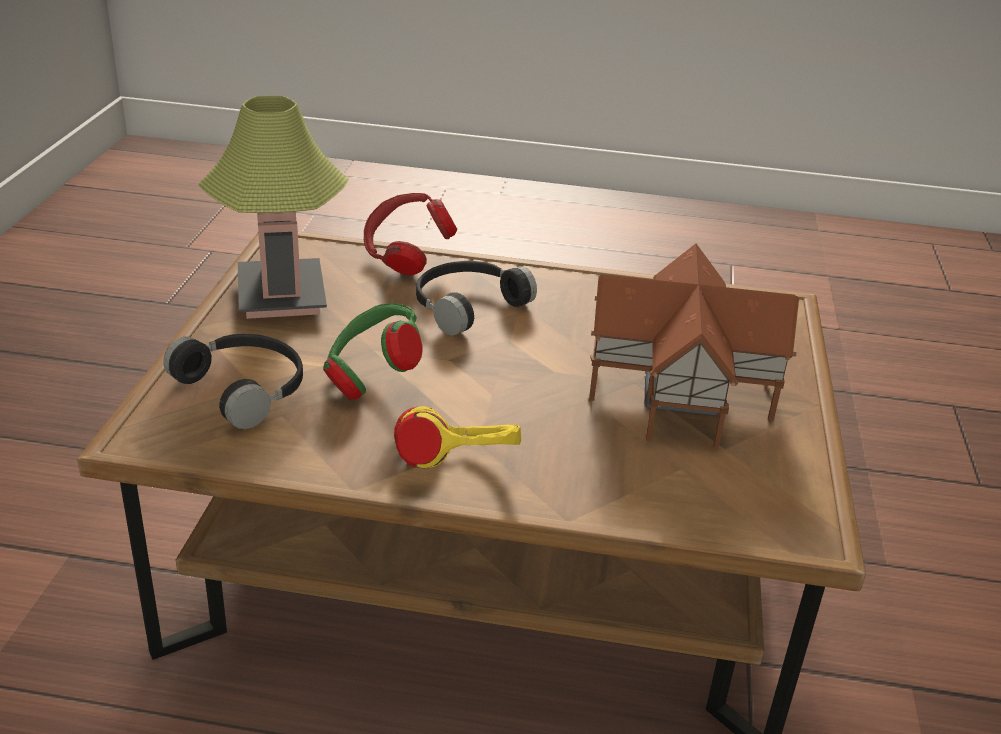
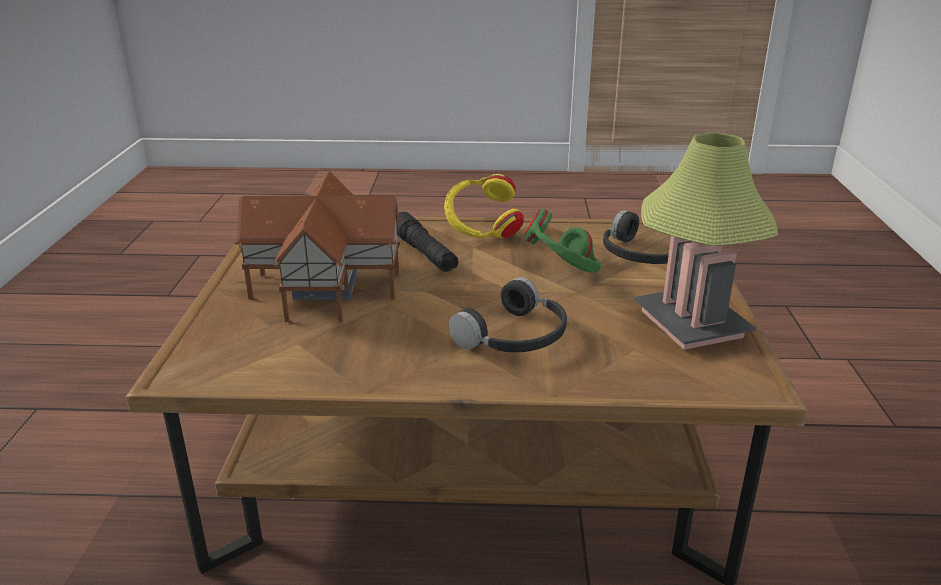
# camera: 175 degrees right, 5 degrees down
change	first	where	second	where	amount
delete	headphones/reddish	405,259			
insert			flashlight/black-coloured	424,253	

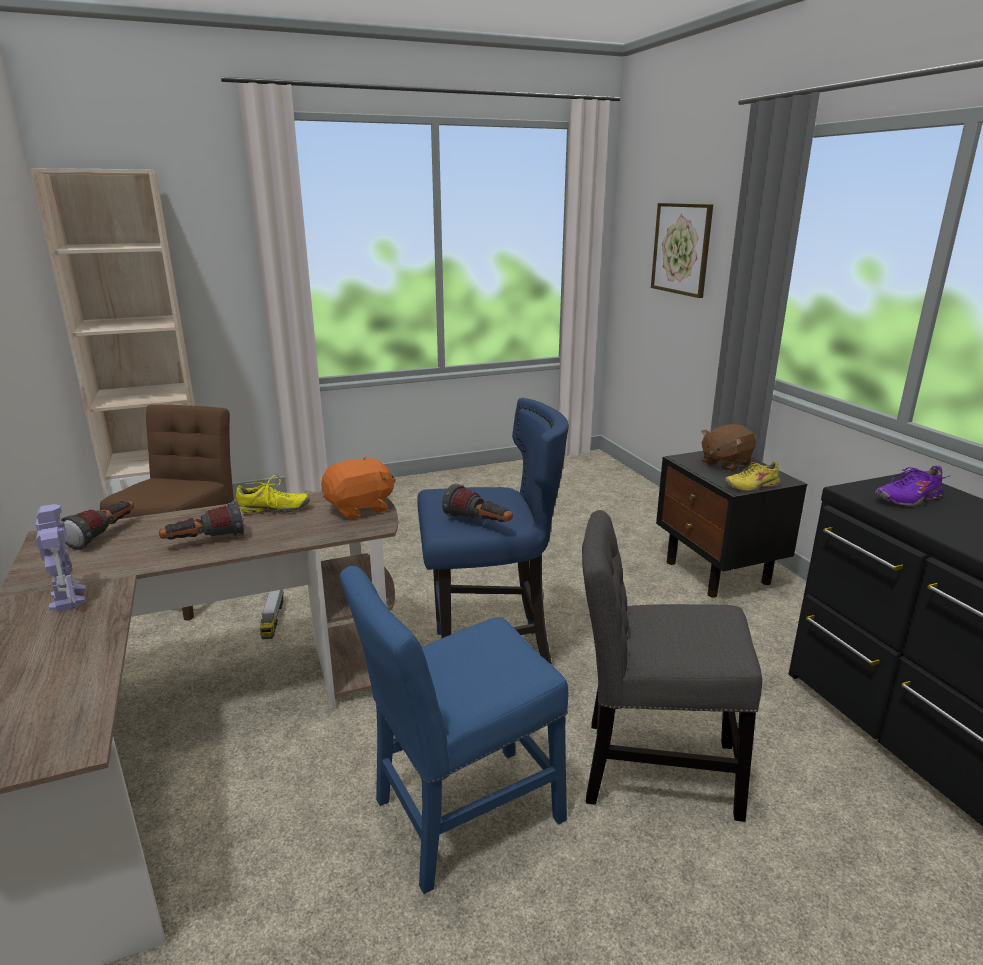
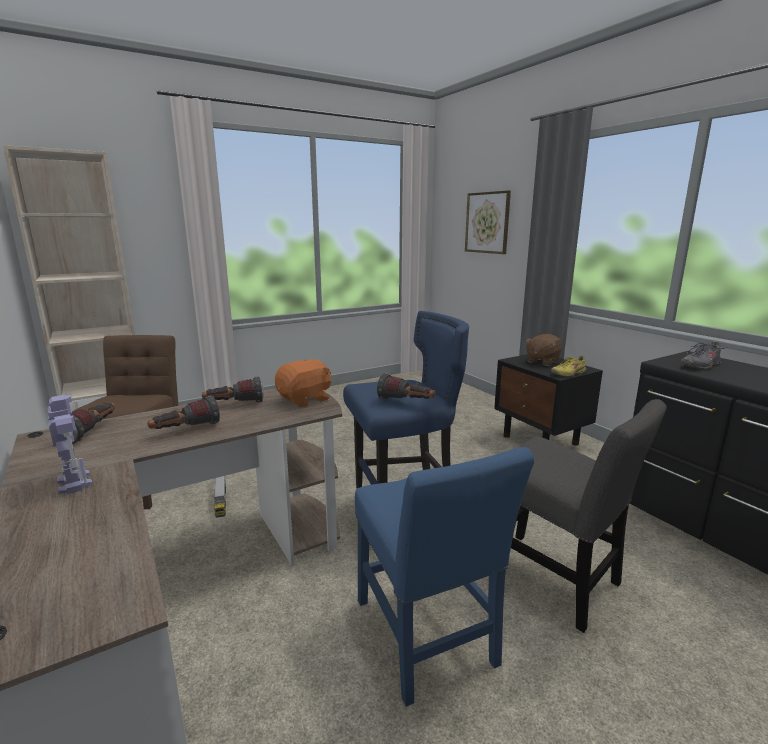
# camera: 10 degrees left, 5 degrees down
change	first	where	second	where	amount
replace	shoe/yellowish	273,510	flashlight	234,404	
recolor	shoe/purplish	907,498	shoe/gray	700,365	
rotate	chair/blue-coloured	460,816		426,638	75 degrees counterclockwise
rotate	chair/gray	650,768		555,580	135 degrees counterclockwise

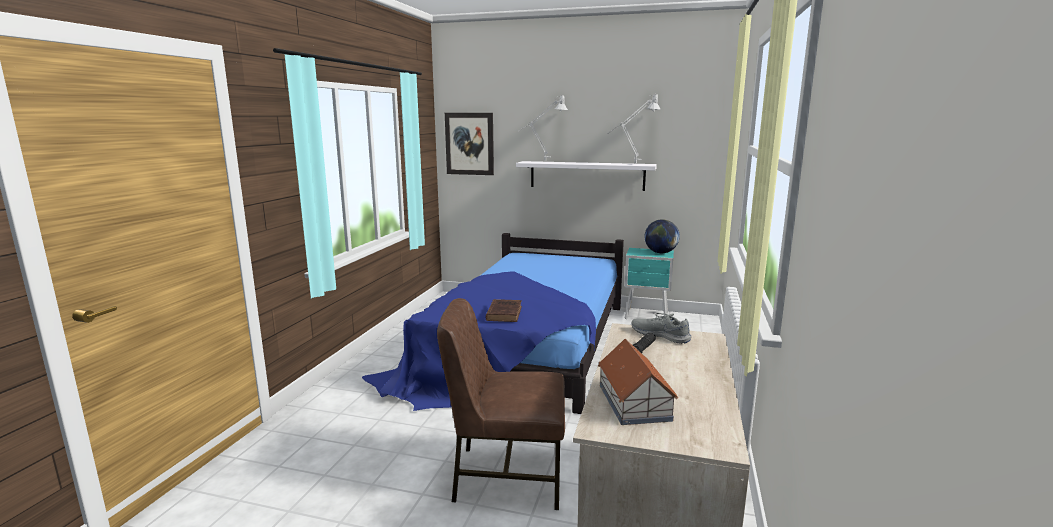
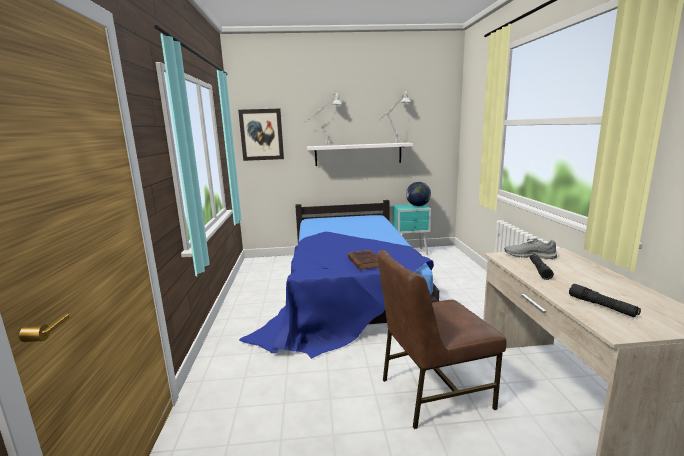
# camera: 20 degrees left, 0 degrees up
change	first	where	second	where	amount
replace	model house	634,403	flashlight/black-coloured	601,306	

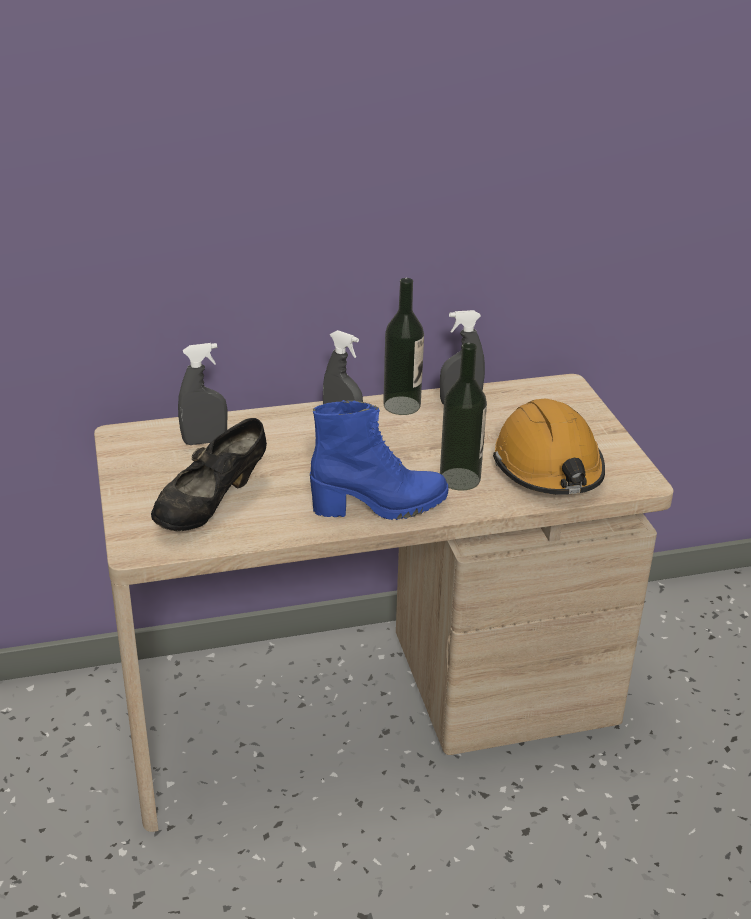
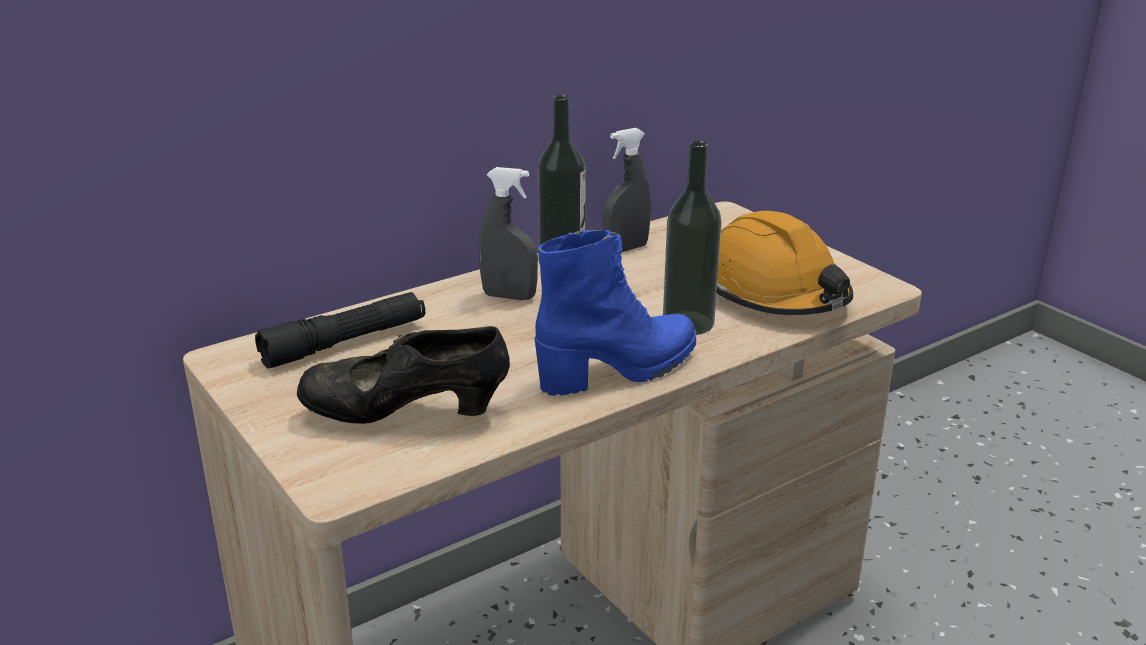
# camera: 20 degrees left, 5 degrees down
change	first	where	second	where	amount
replace	sprayer/gray	205,441	flashlight/black-coloured	345,343	
rotate	shoe/black-coloured	211,506		406,414	75 degrees clockwise

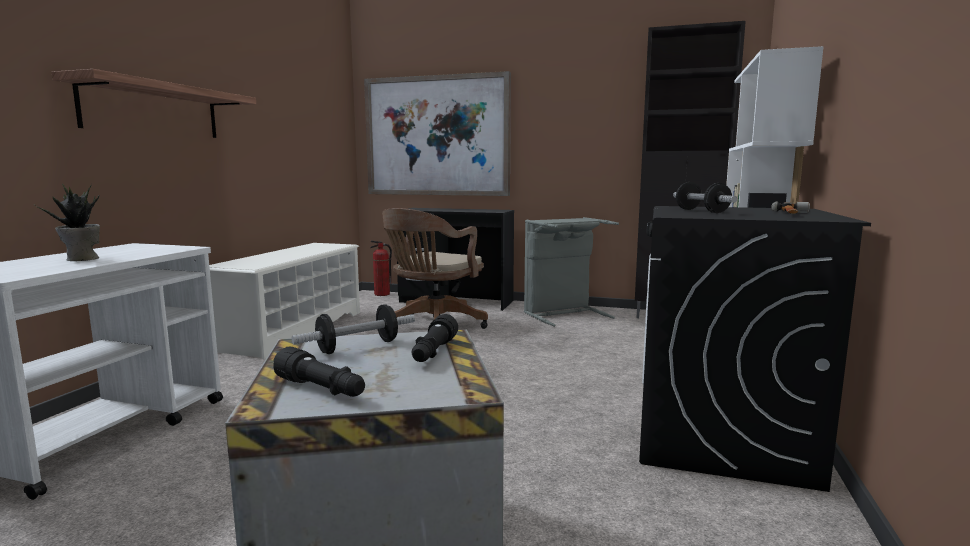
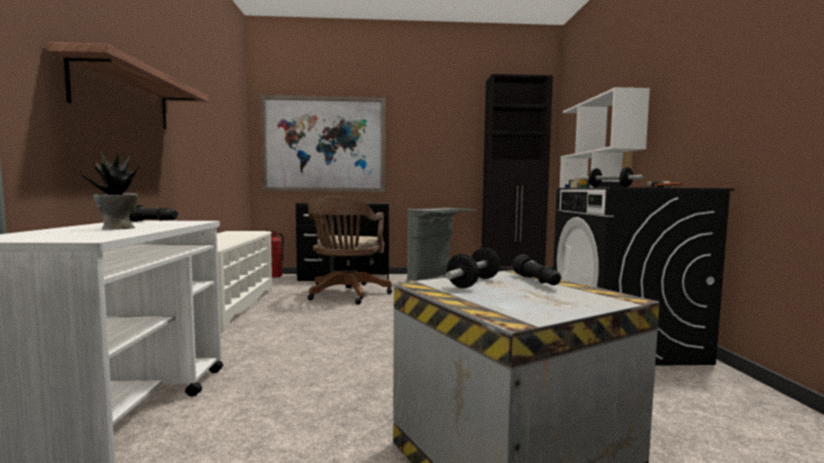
# camera: 20 degrees left, 5 degrees down
change	first	where	second	where	amount
move	flashlight/black-coloured	321,389		151,222	

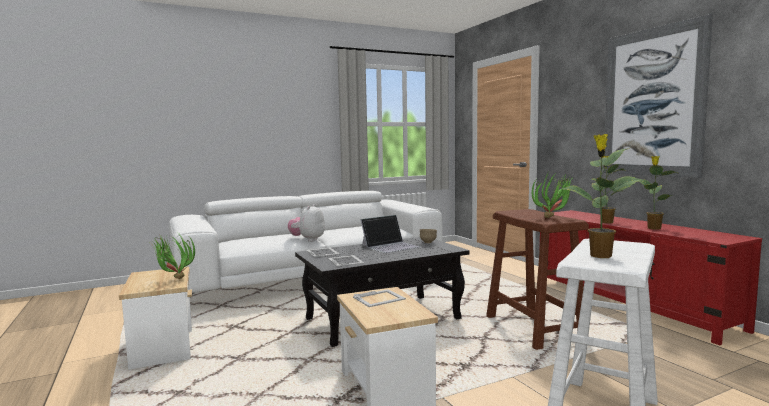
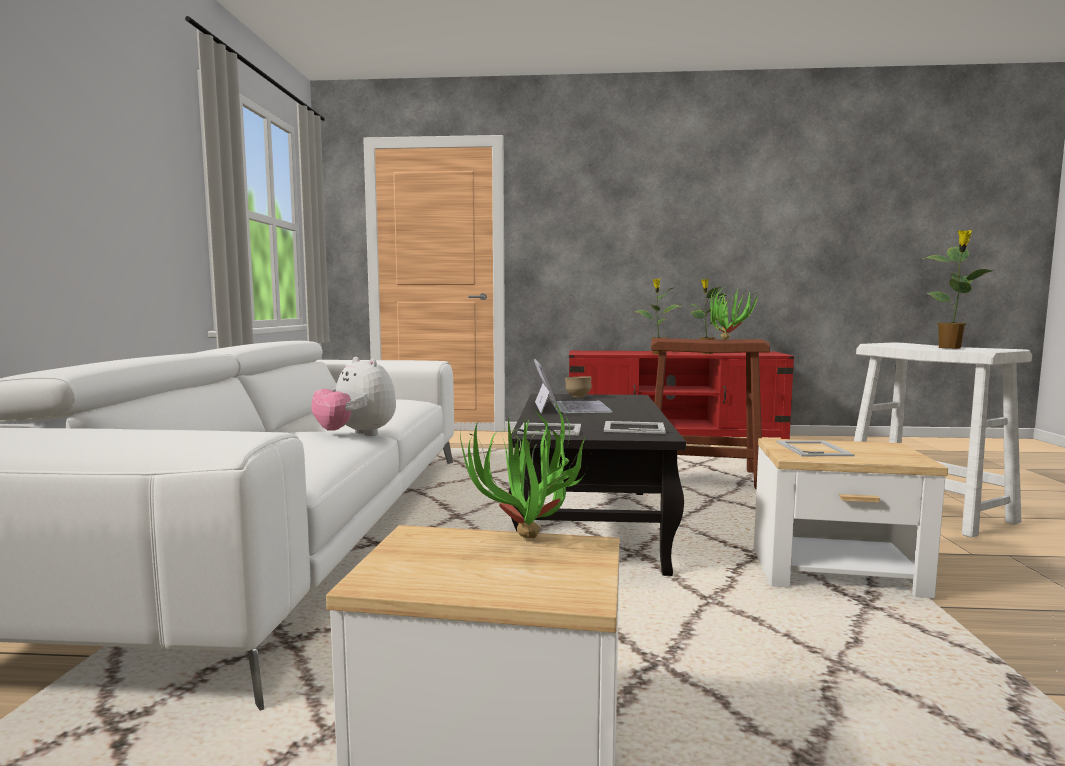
# camera: 60 degrees left, 0 degrees up
change	first	where	second	where	amount
delete	wall art	652,102			

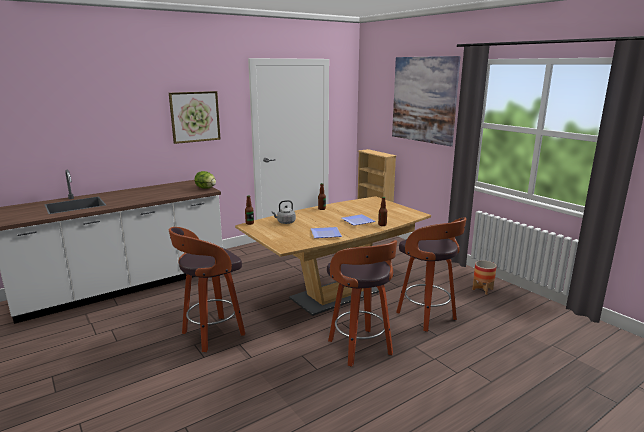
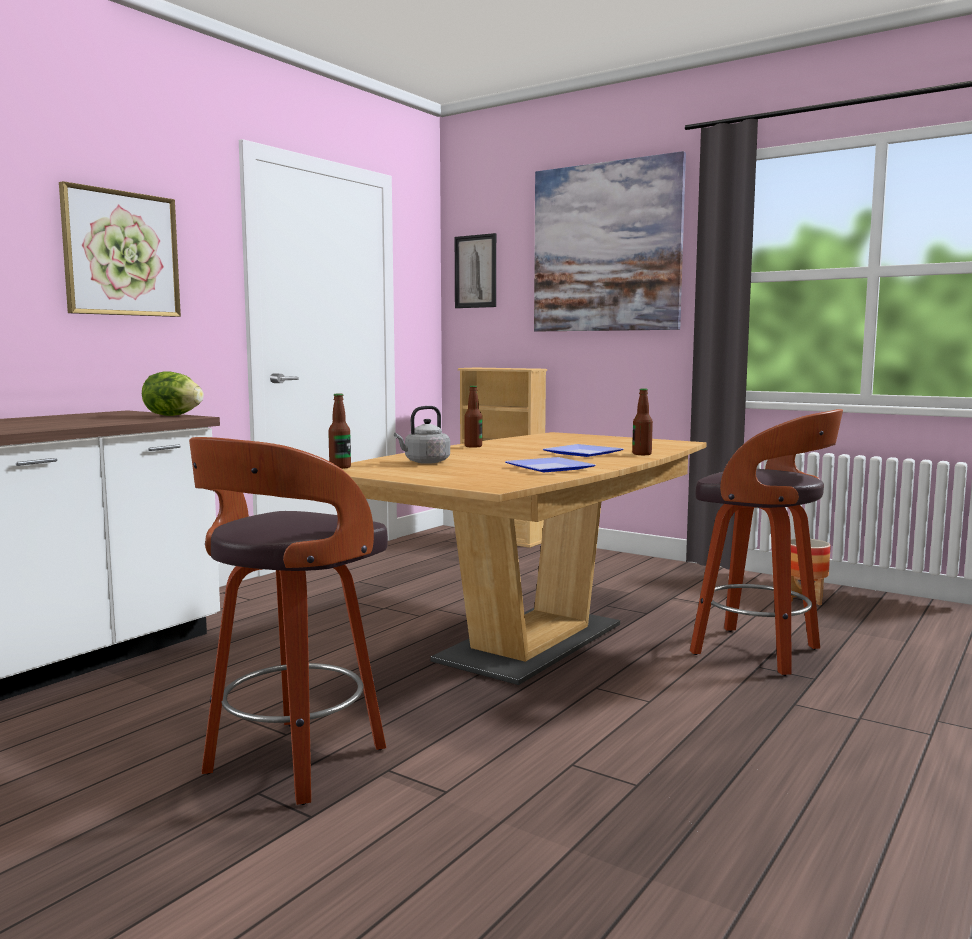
# camera: 20 degrees left, 10 degrees down
change	first	where	second	where	amount
delete	stool seat	361,348			
insert			wall art	475,271	

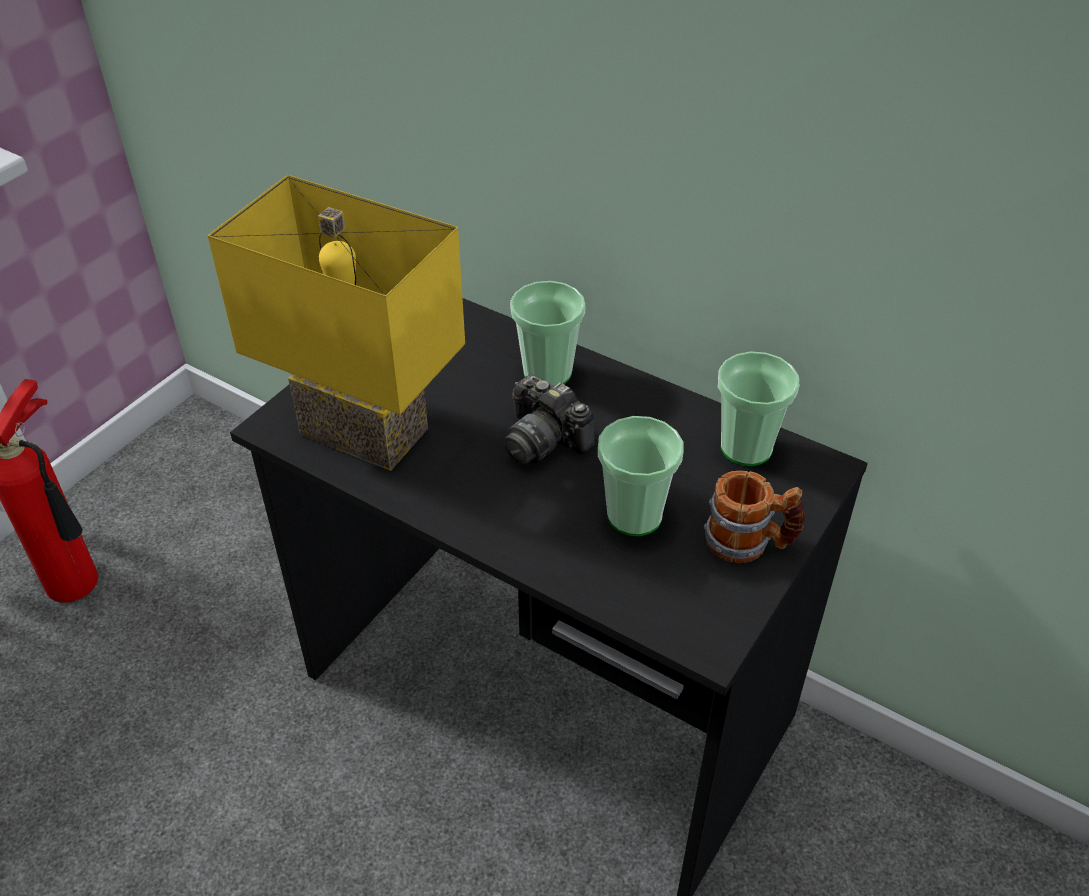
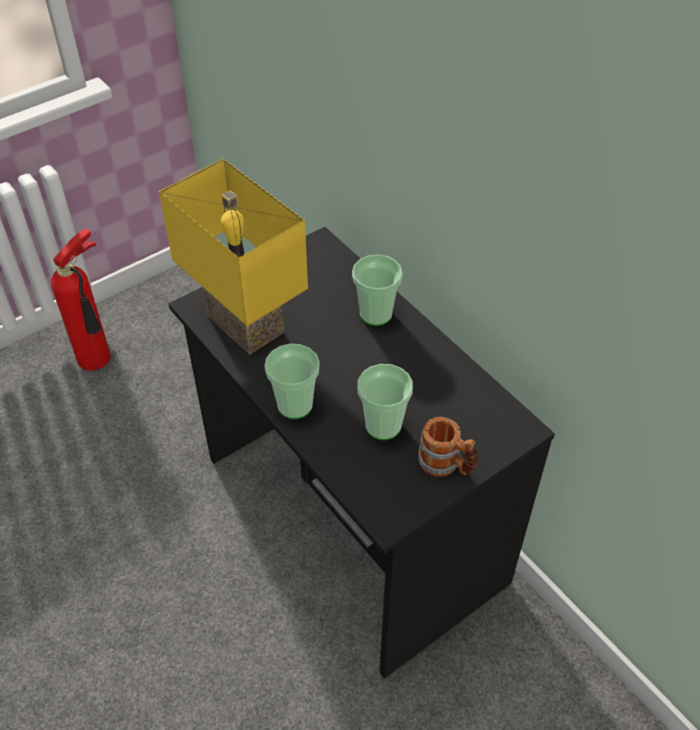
# camera: 20 degrees right, 5 degrees up
change	first	where	second	where	amount
delete	photo camera	544,439			
move	drinking cup	746,448		295,405	

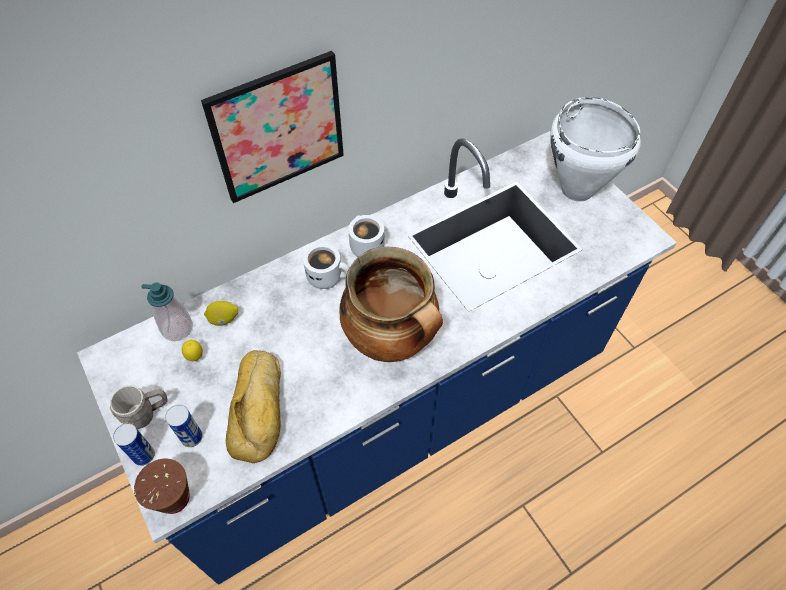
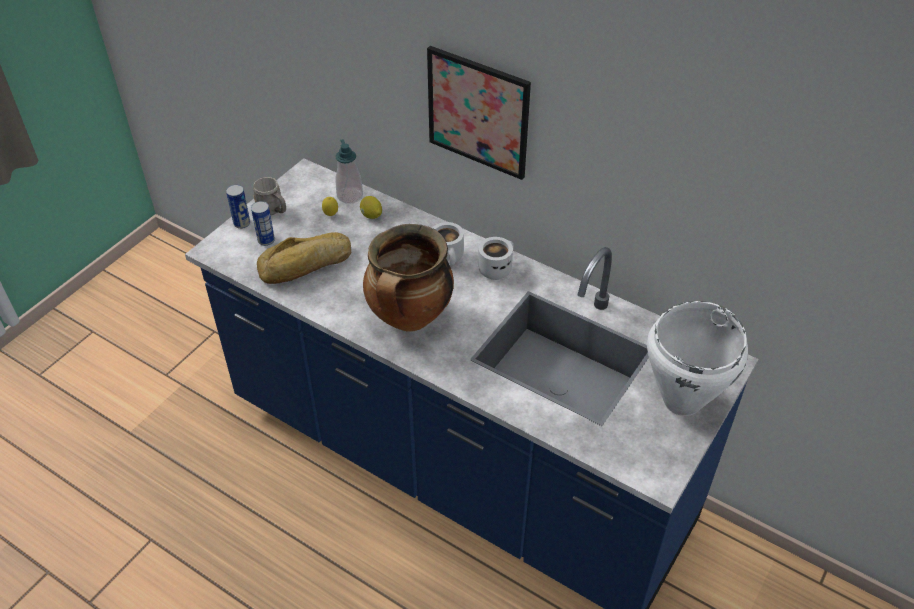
# camera: 65 degrees right, 10 degrees down
change	first	where	second	where	amount
delete	drinking cup/brown-coloured	174,498			

